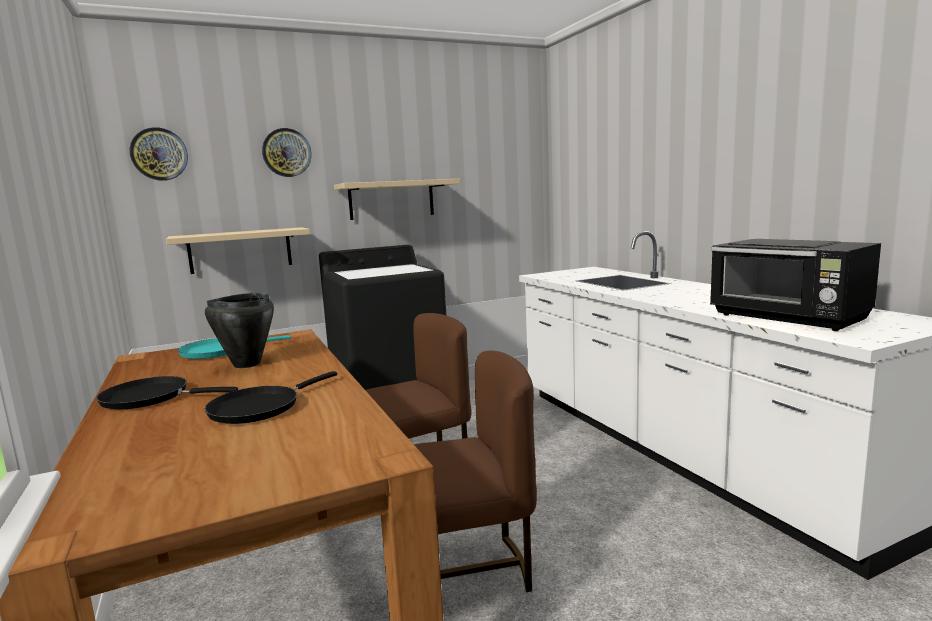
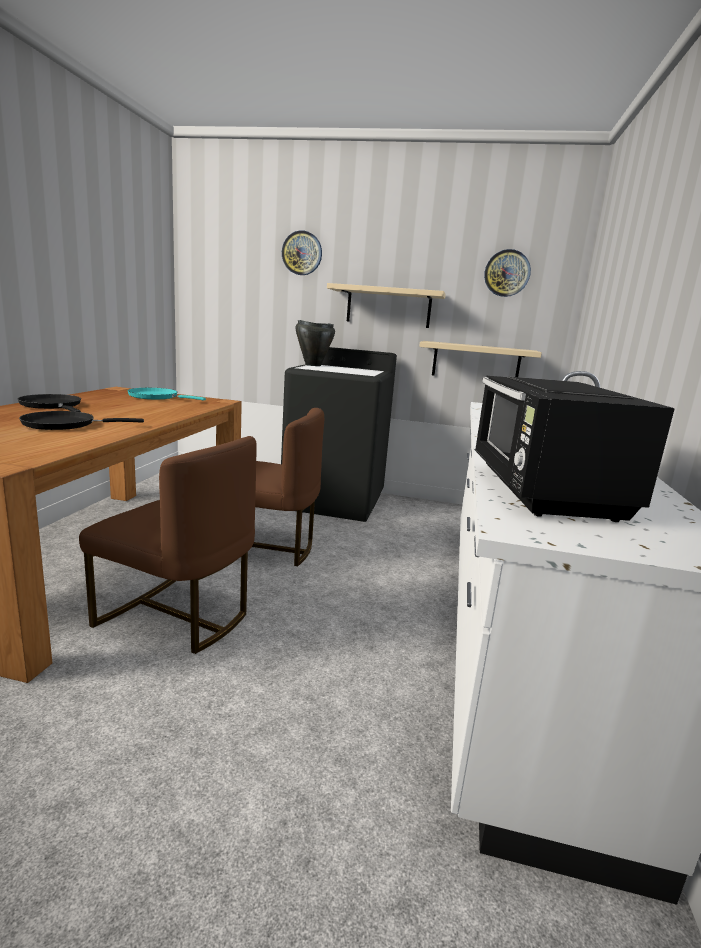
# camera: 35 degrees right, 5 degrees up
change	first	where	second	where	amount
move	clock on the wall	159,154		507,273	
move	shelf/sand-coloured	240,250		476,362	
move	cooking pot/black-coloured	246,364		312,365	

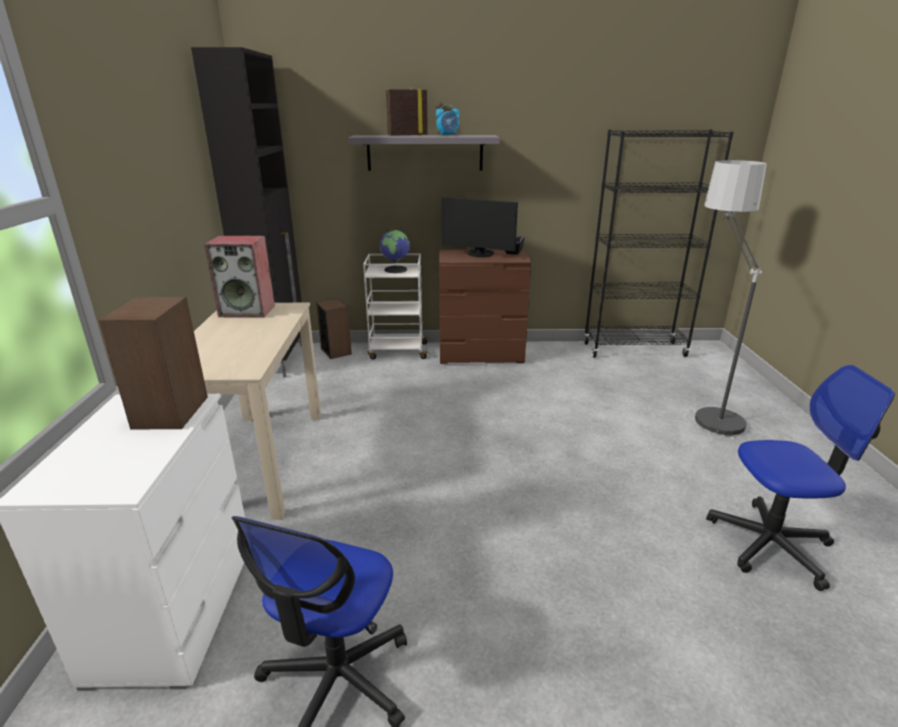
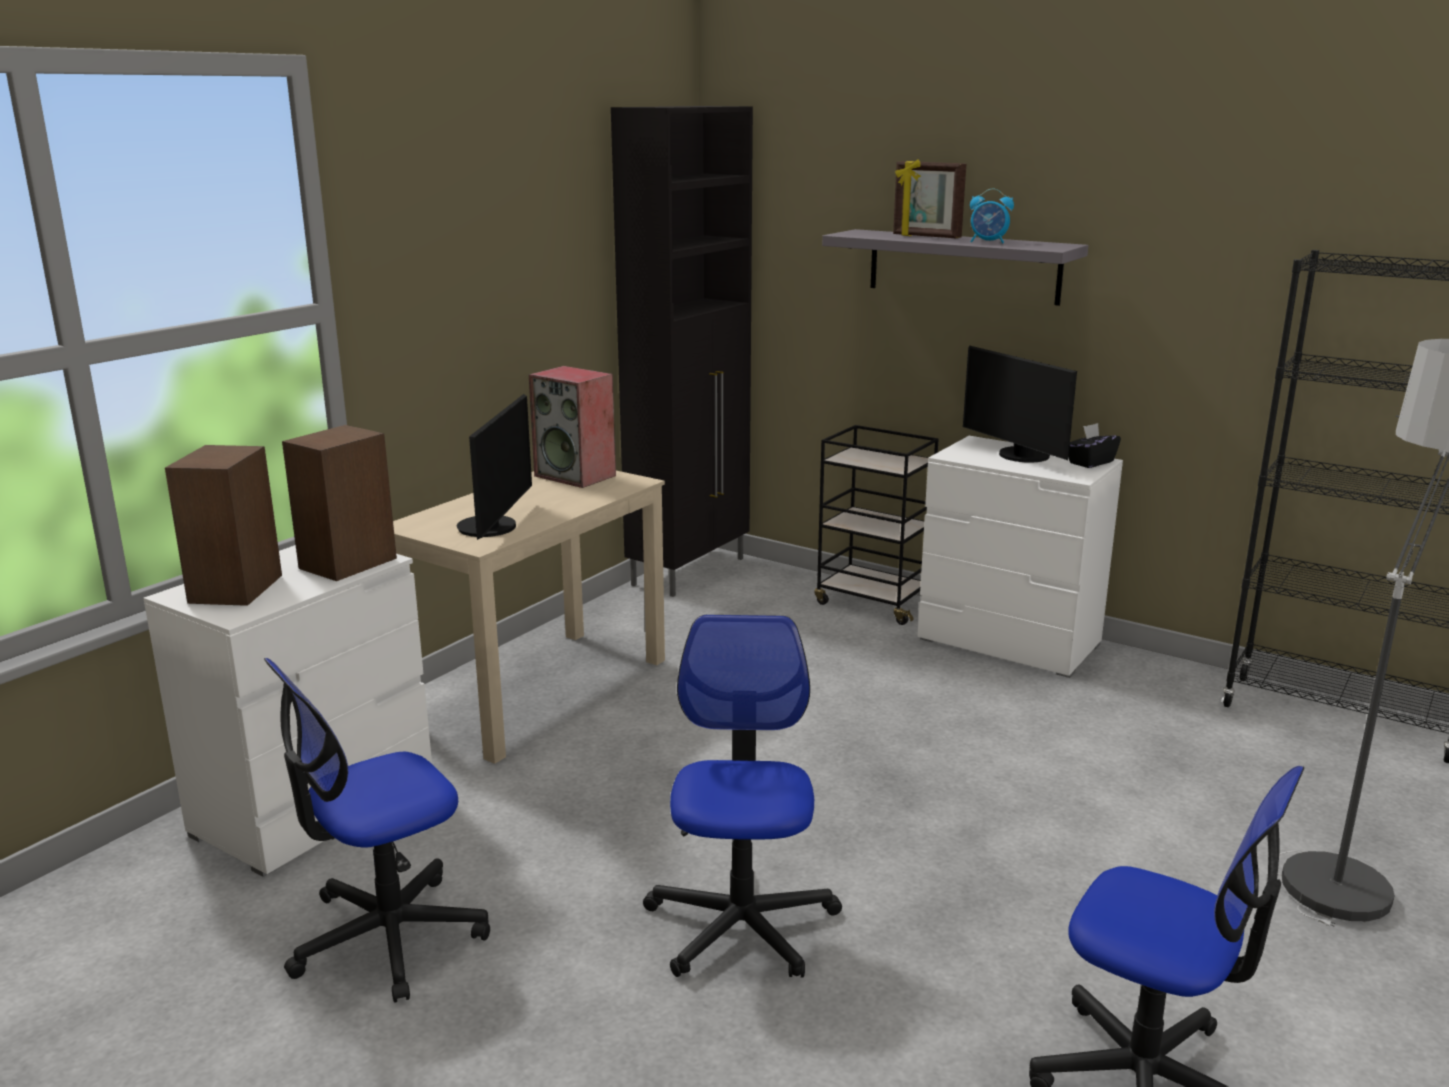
# camera: 35 degrees right, 5 degrees down
change	first	where	second	where	amount
delete	world globe	396,269			
insert			computer display	494,527	
insert			desk chair	741,924	
move	speaker	336,351		236,589	
recolor	cart/white-coloured	397,351	cart/black-coloured	873,602	
recolor	chest of drawers/brown-coloured	481,354	chest of drawers/white-coloured	1009,643	
rotate	picture frame	407,135		926,237	150 degrees counterclockwise

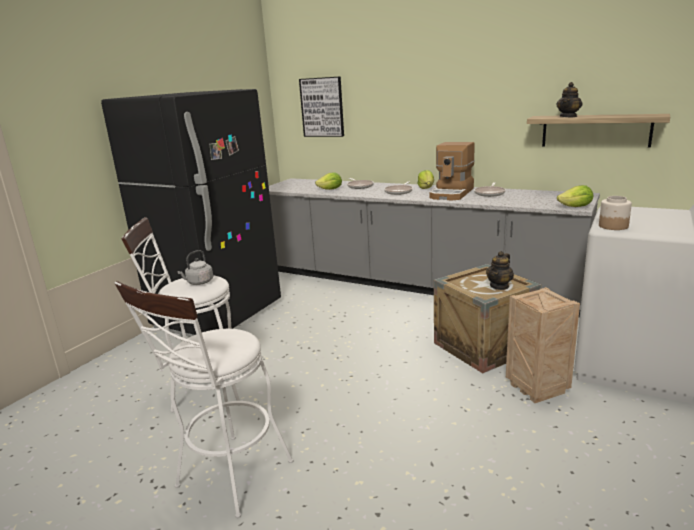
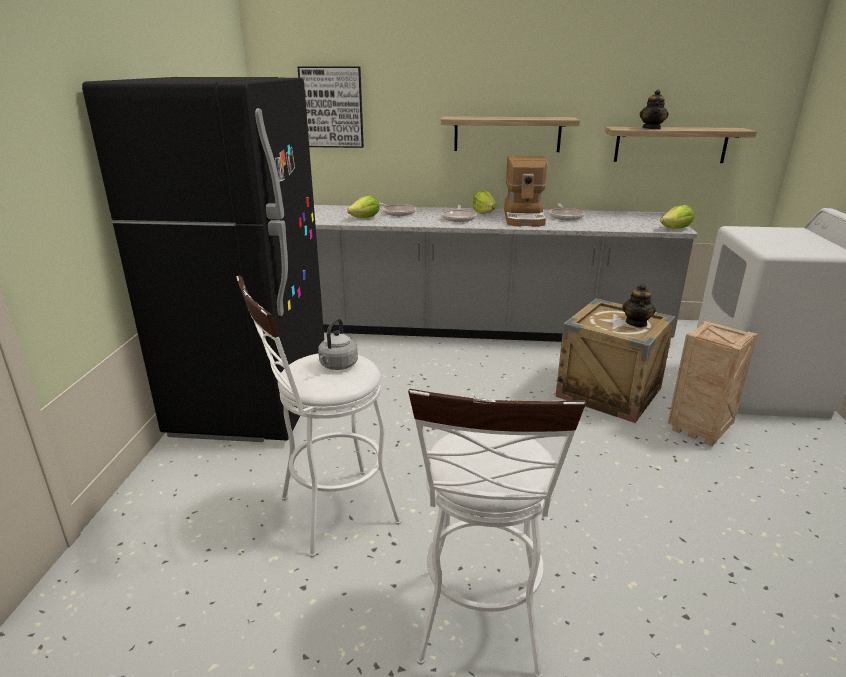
# camera: 25 degrees left, 5 degrees up
change	first	where	second	where	amount
delete	storage jar	613,226			
insert			shelf	507,134	

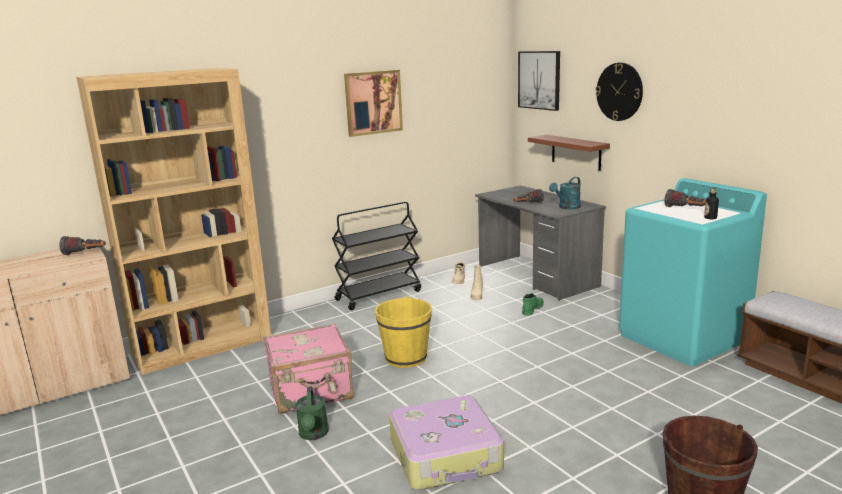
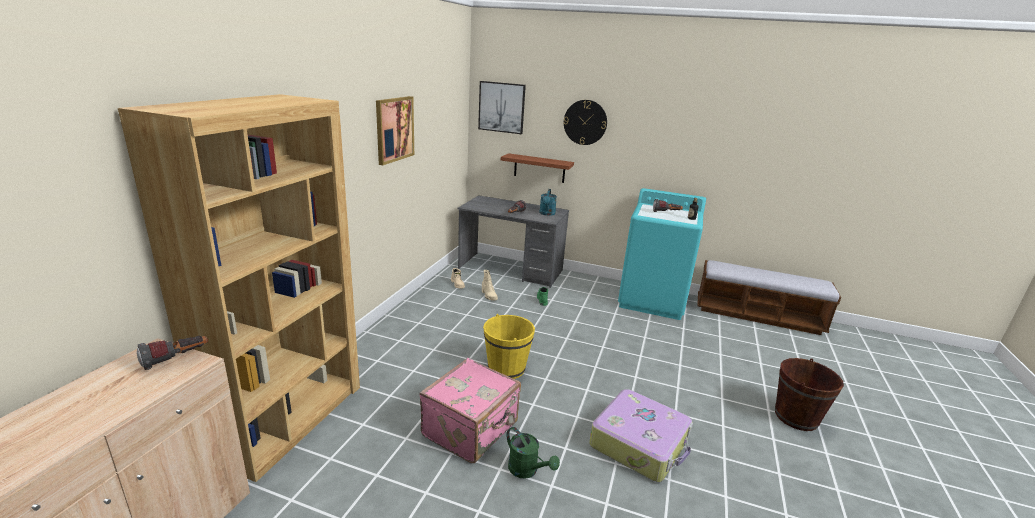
# camera: 40 degrees left, 5 degrees up
change	first	where	second	where	amount
delete	cart/black-coloured	379,295			

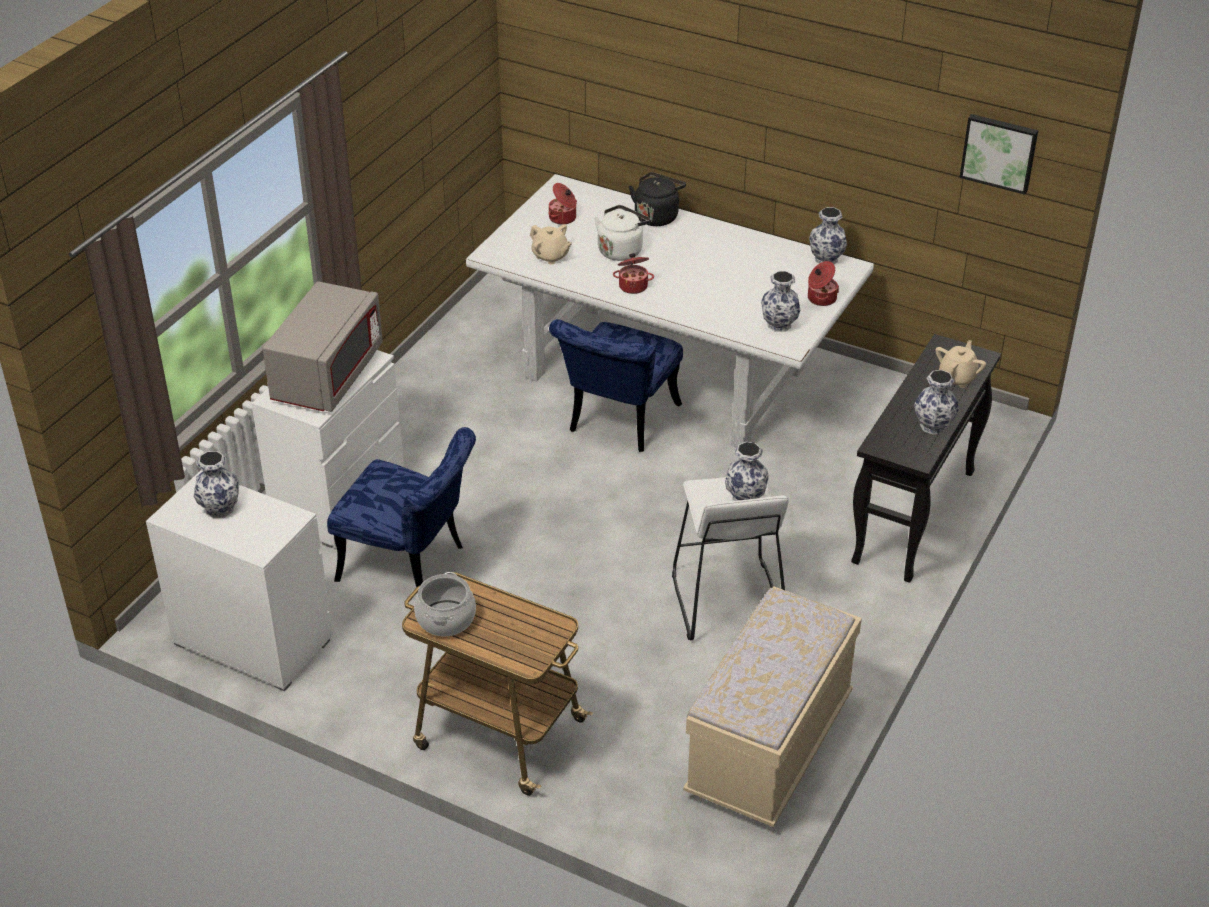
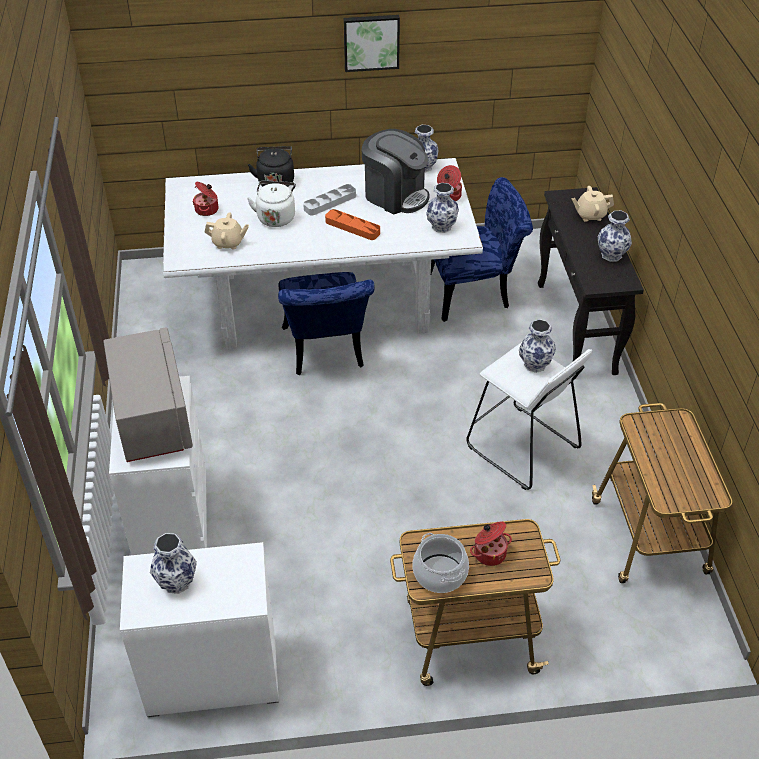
# camera: 35 degrees left, 5 degrees up
change	first	where	second	where	amount
insert			serving tray/gray	330,202	
insert			serving tray/orange	352,227	
insert			coffee brewer	395,195	
move	chair/blue-coloured	411,565		475,292	
move	cooking pot	633,286		489,553	
move	wall art	999,152		371,42	
replace	bench/sand-coloured	769,748	cart	650,539	
rotate	tea pot/sand-coloured	957,378		590,215	90 degrees counterclockwise

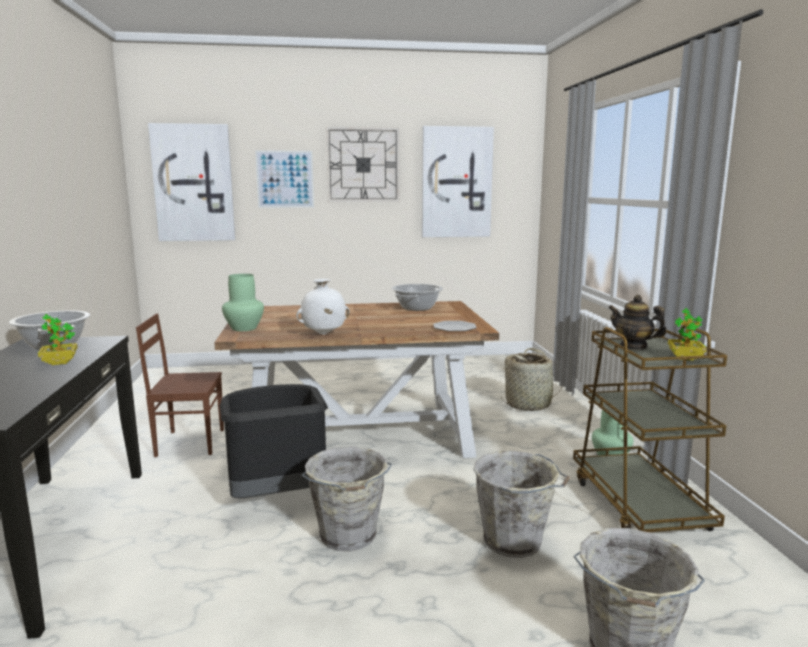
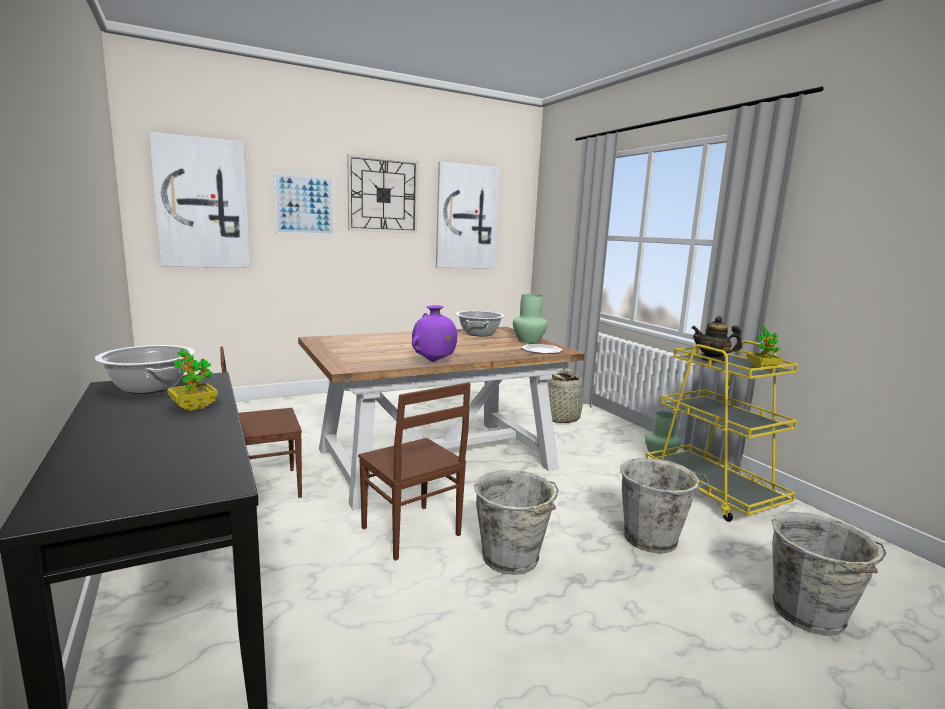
# camera: 20 degrees left, 0 degrees up
change	first	where	second	where	amount
move	decorative vase/greenish	244,328		528,341	
replace	rubbish bin/black-coloured	277,498	chair/brown-coloured	410,532	
recolor	decorative vase/white-coloured	323,334	decorative vase/purplish	433,361	
recolor	cart/brown-coloured	638,504	cart/yellowish	712,492	

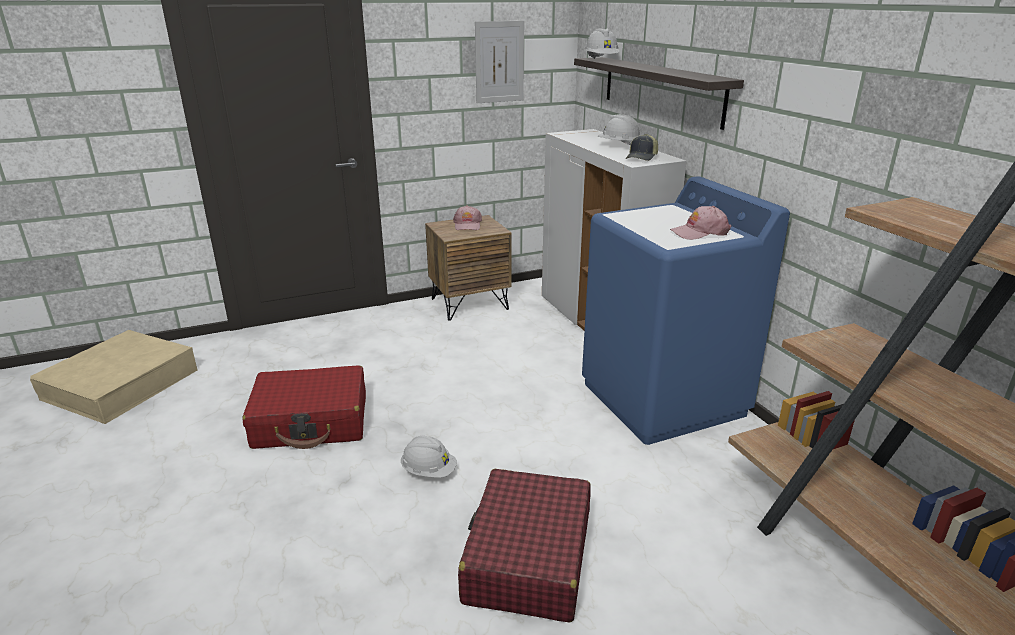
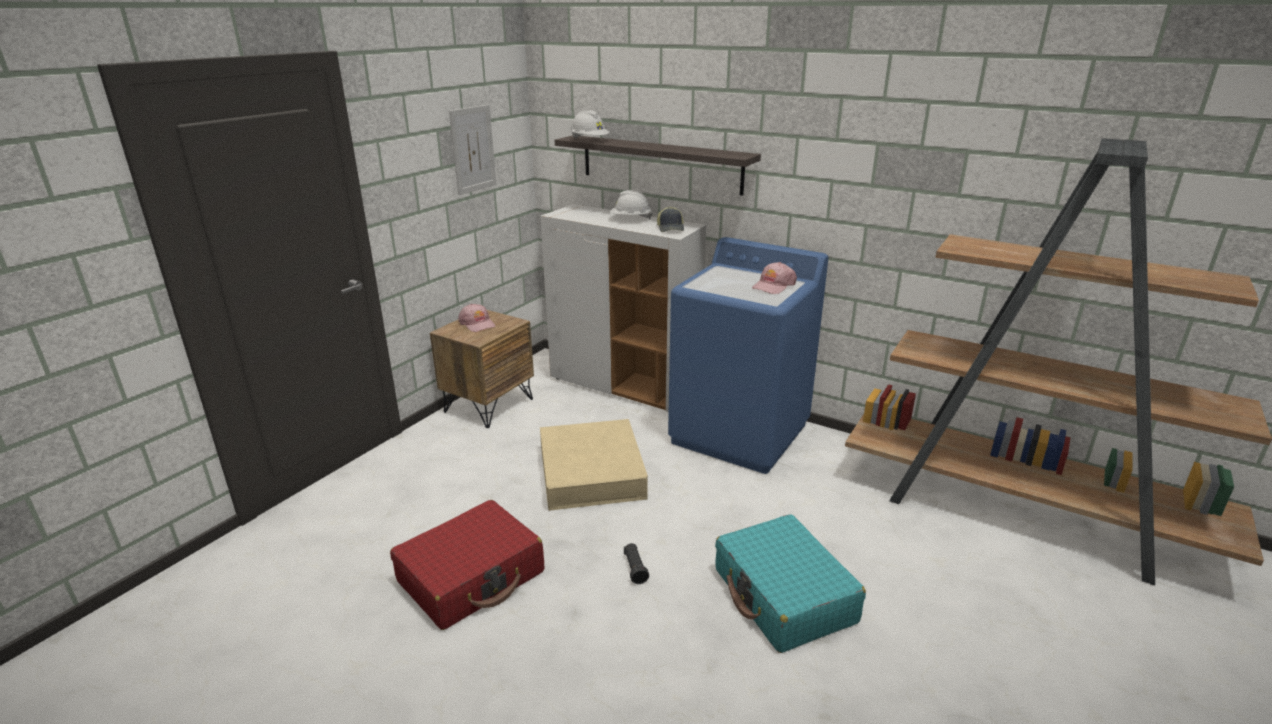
# camera: 35 degrees left, 0 degrees up
change	first	where	second	where	amount
move	storage container/sand-coloured	121,384		591,473	
replace	hard hat/white-coloured	429,471	flashlight/black-coloured	635,569	
recolor	travel case/reddish	528,558	travel case/turquoise-coloured	784,596	

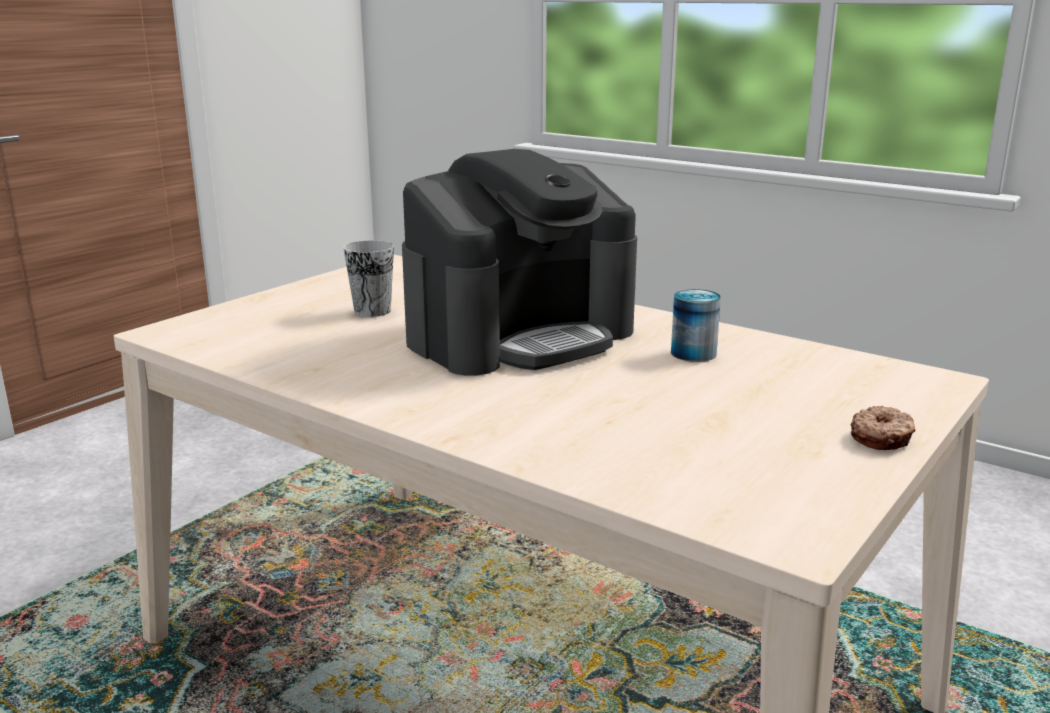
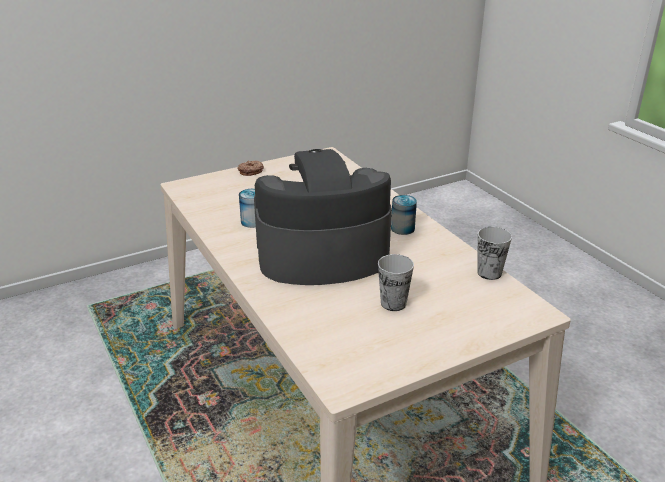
# camera: 155 degrees left, 10 degrees up
change	first	where	second	where	amount
insert			can	402,228	
insert			drinking cup	489,273	

